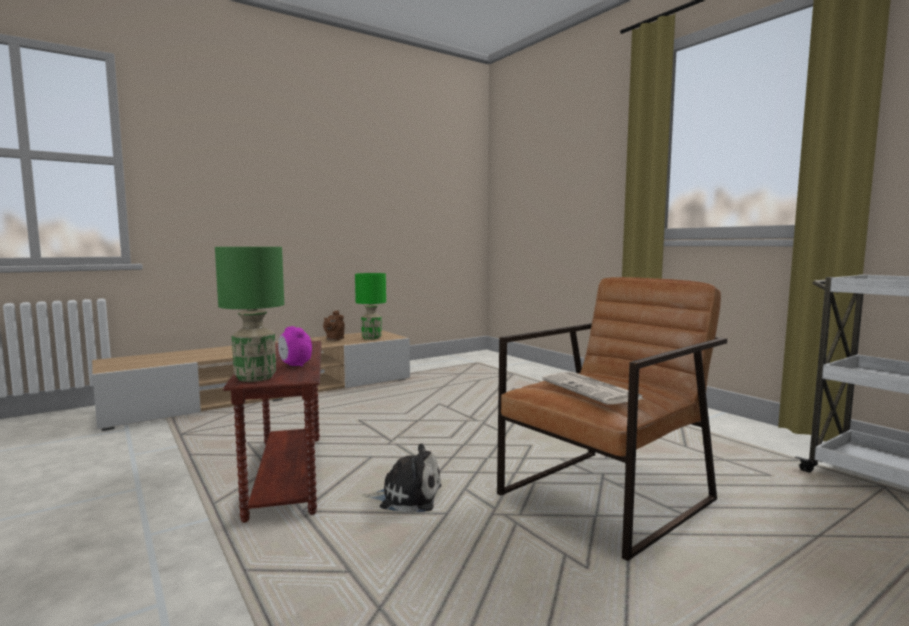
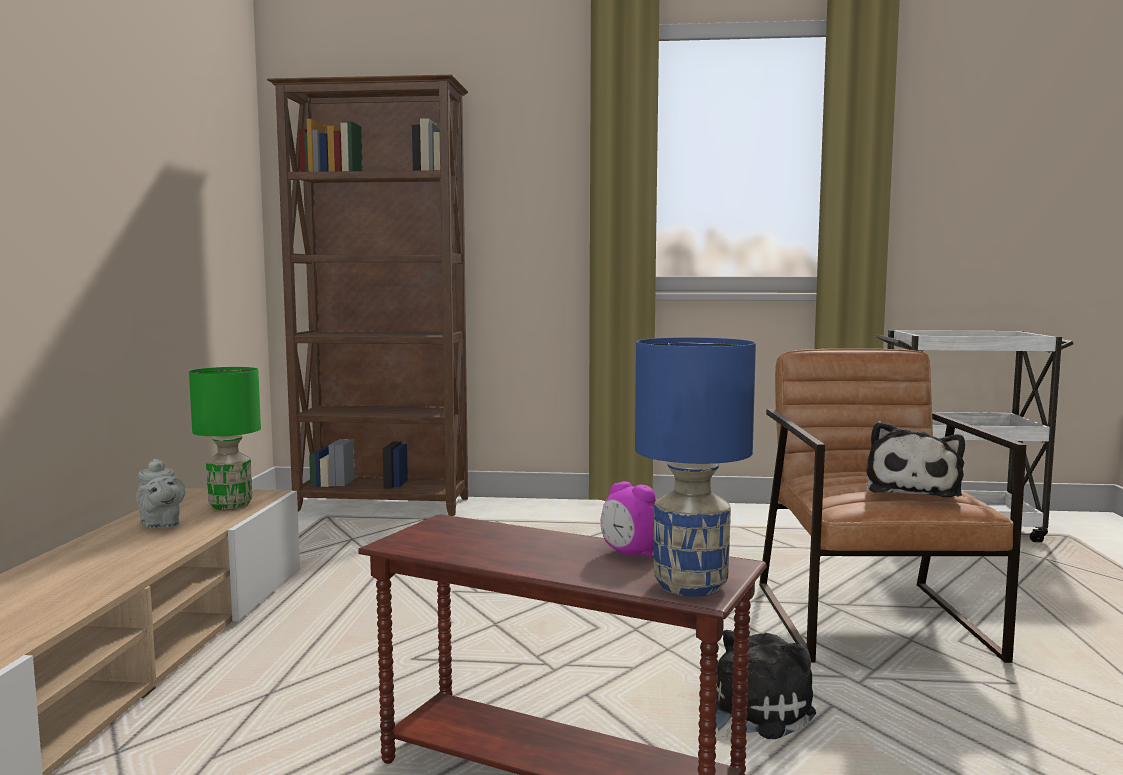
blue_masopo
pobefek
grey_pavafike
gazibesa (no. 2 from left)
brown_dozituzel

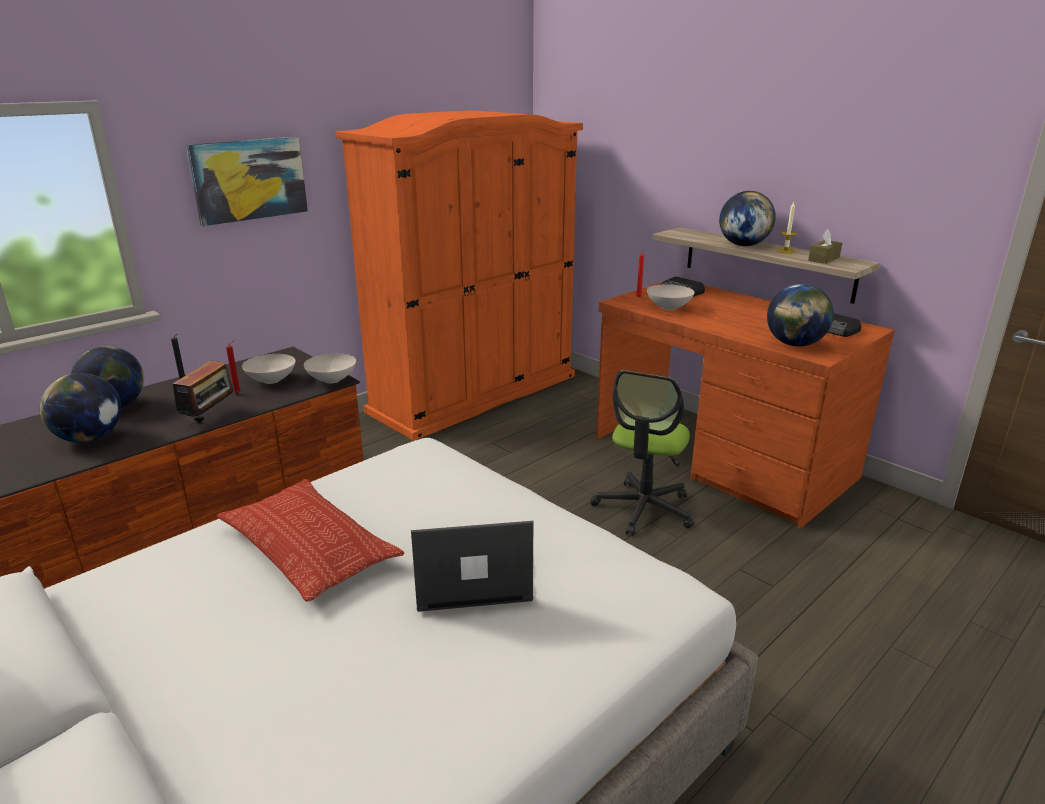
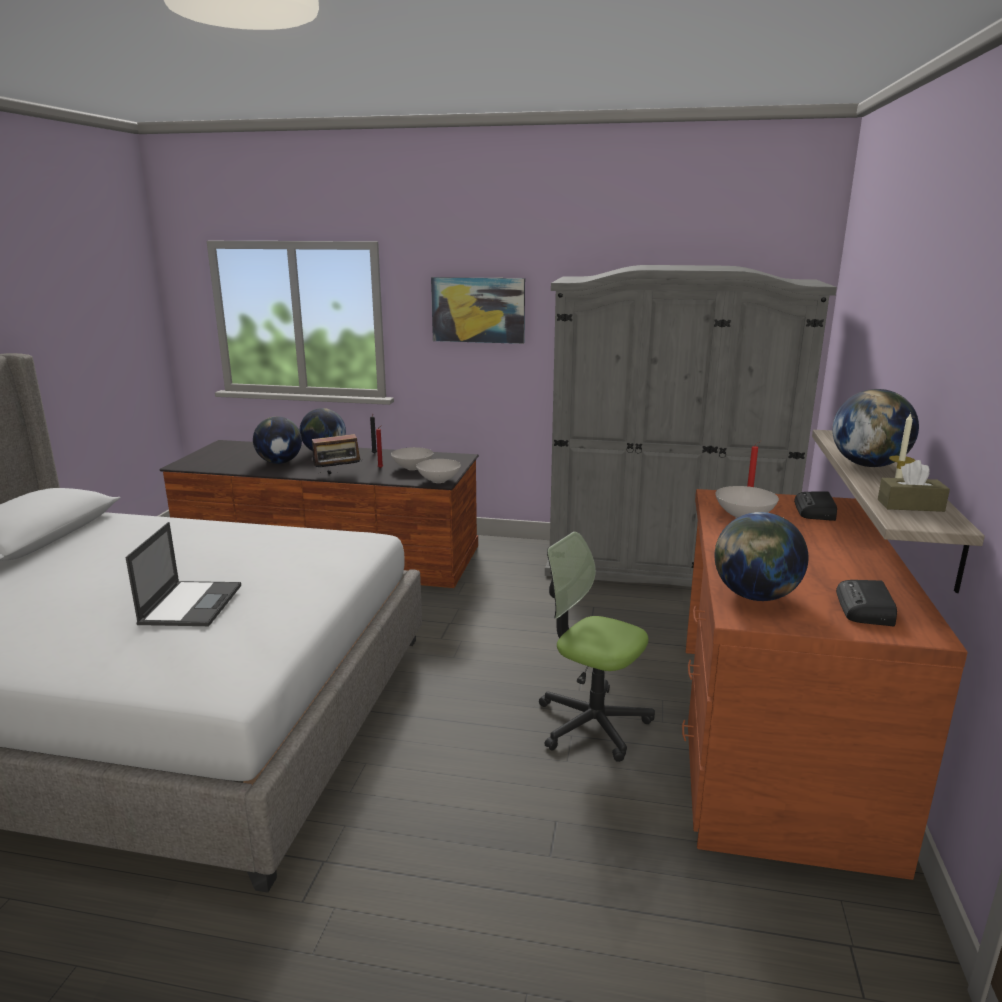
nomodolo
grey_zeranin
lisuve
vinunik

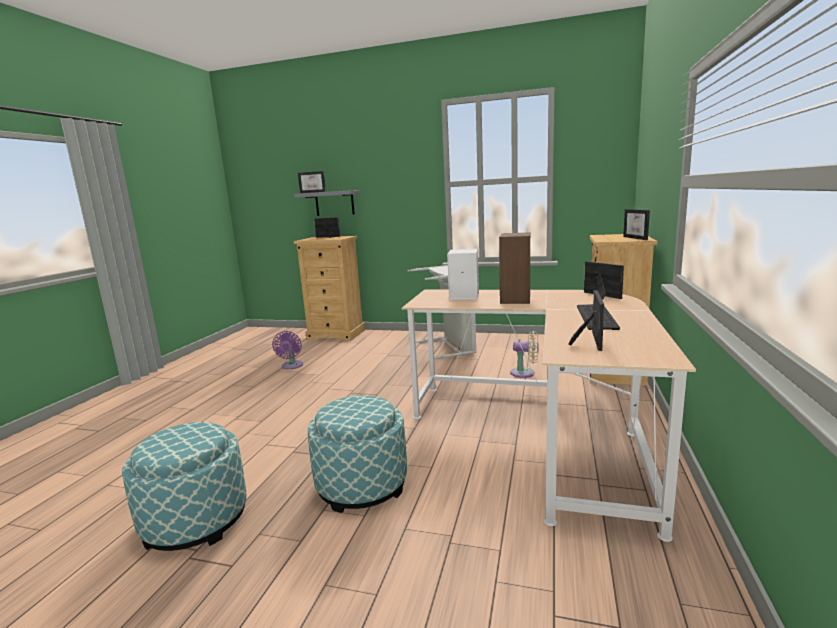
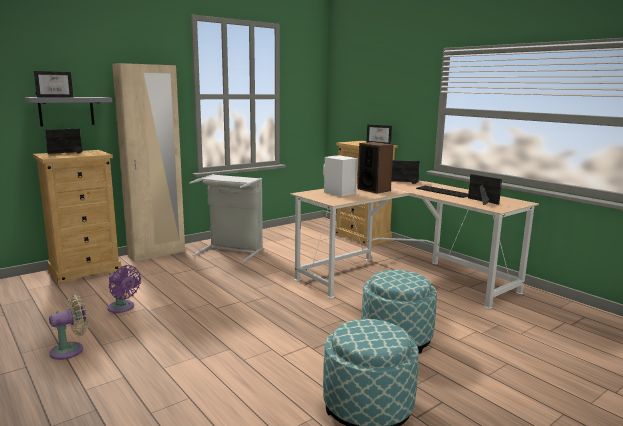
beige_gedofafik
beige_zeranin

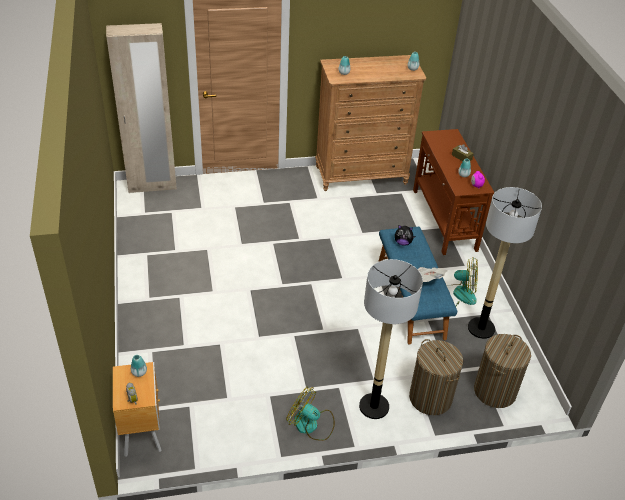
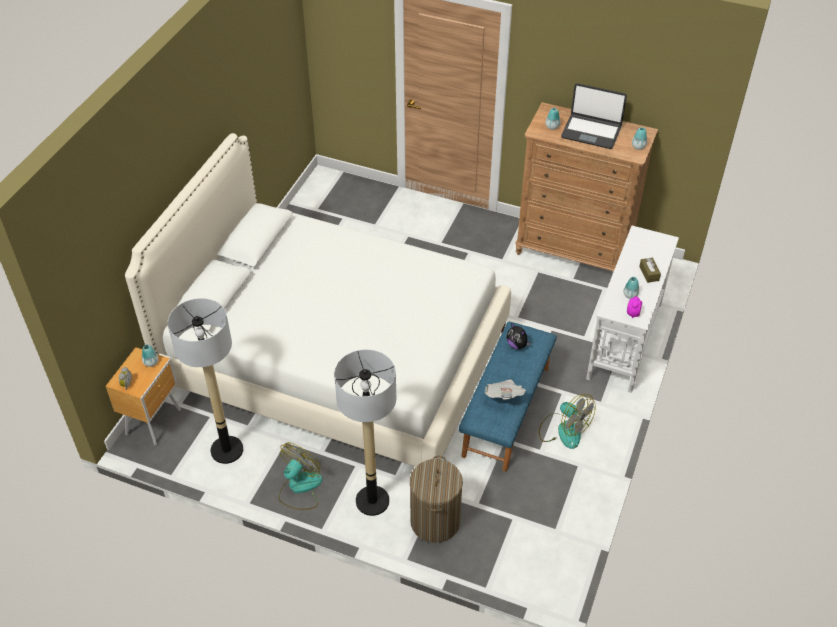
beige_zeranin
gedofafik (no. 1 from left)
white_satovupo
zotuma (no. 1 from left)
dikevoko (no. 2 from left in the first image)
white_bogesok
lisuve

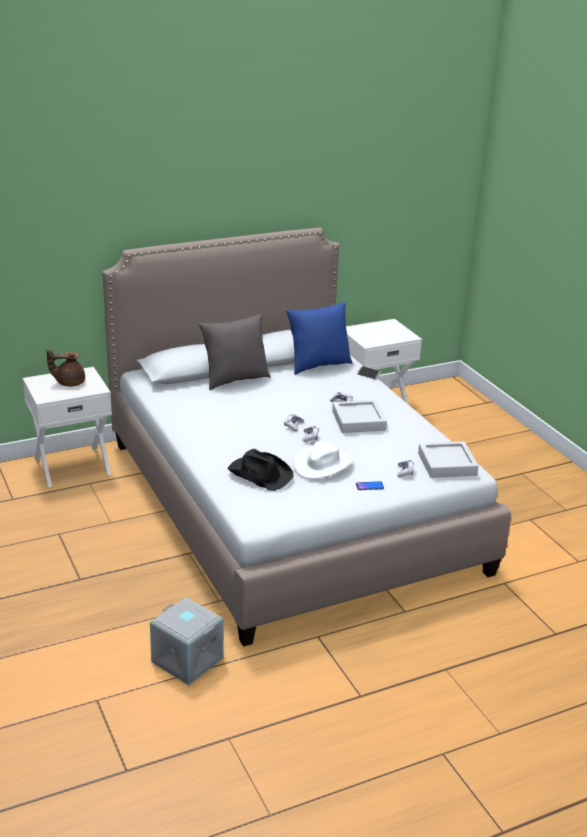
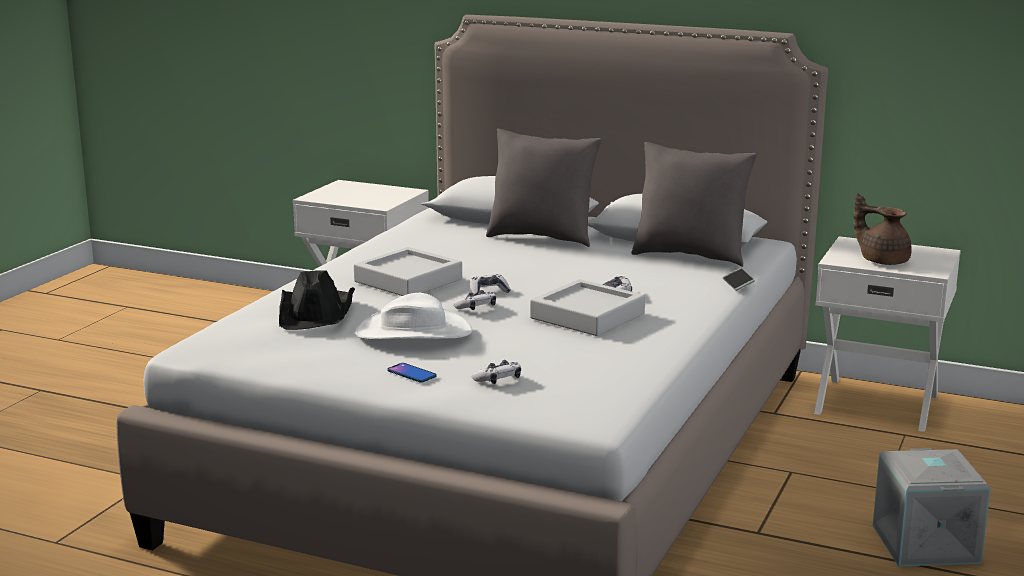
brown_pavafike
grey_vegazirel
grey_nomodolo (no. 2 from left)
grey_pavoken (no. 1 from left)

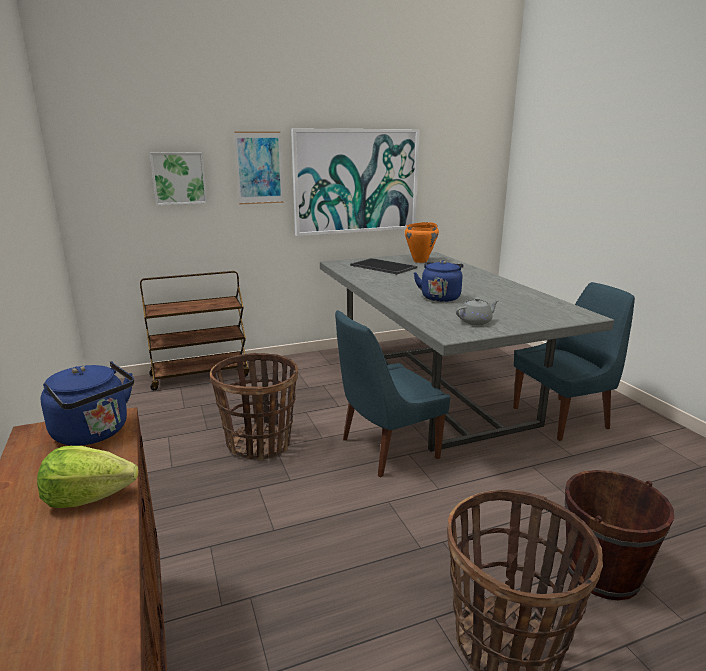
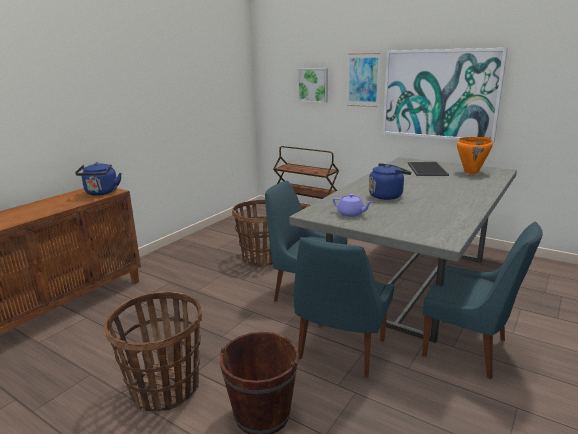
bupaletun
purple_pavafike
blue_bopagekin (no. 2 from left)

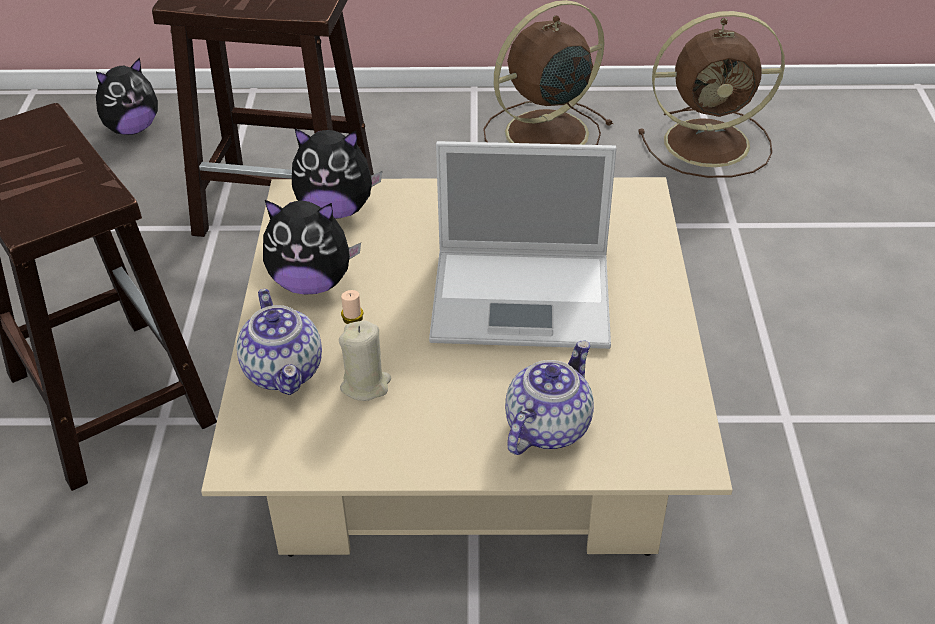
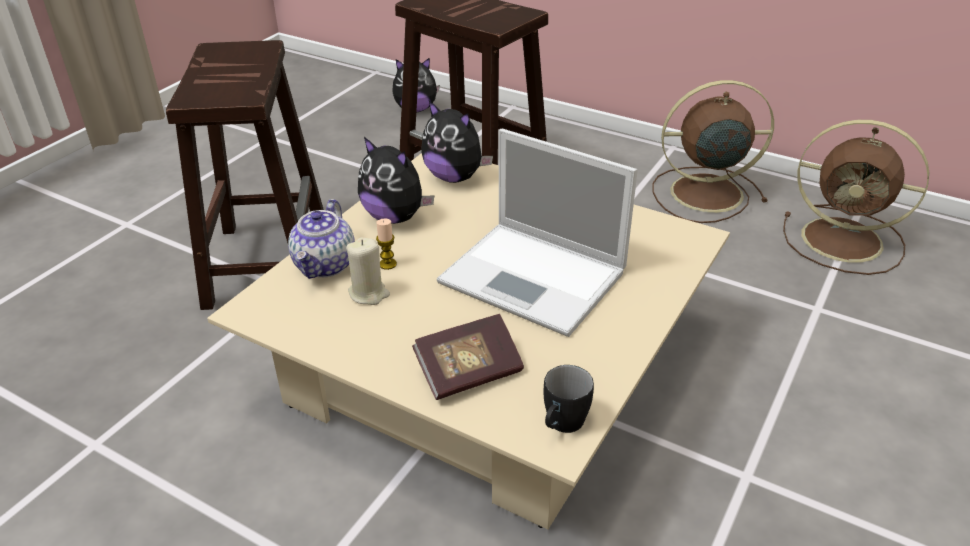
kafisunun
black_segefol

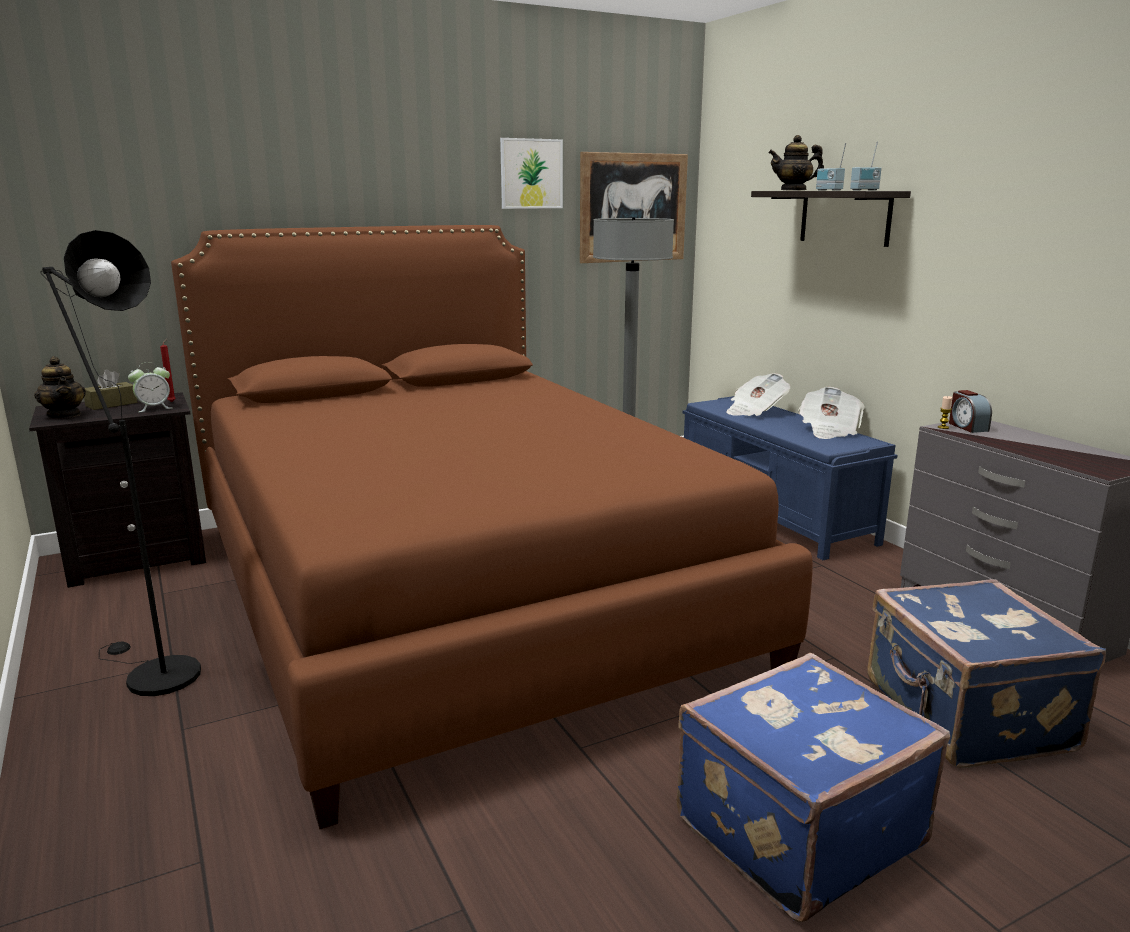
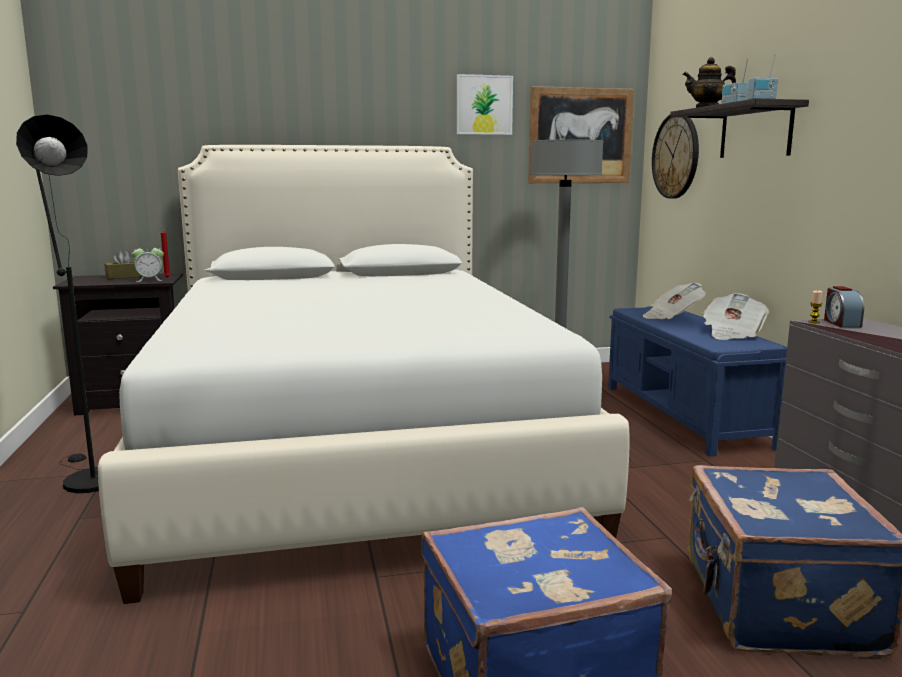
pavafike (no. 1 from left in the first image)
white_bogesok
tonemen

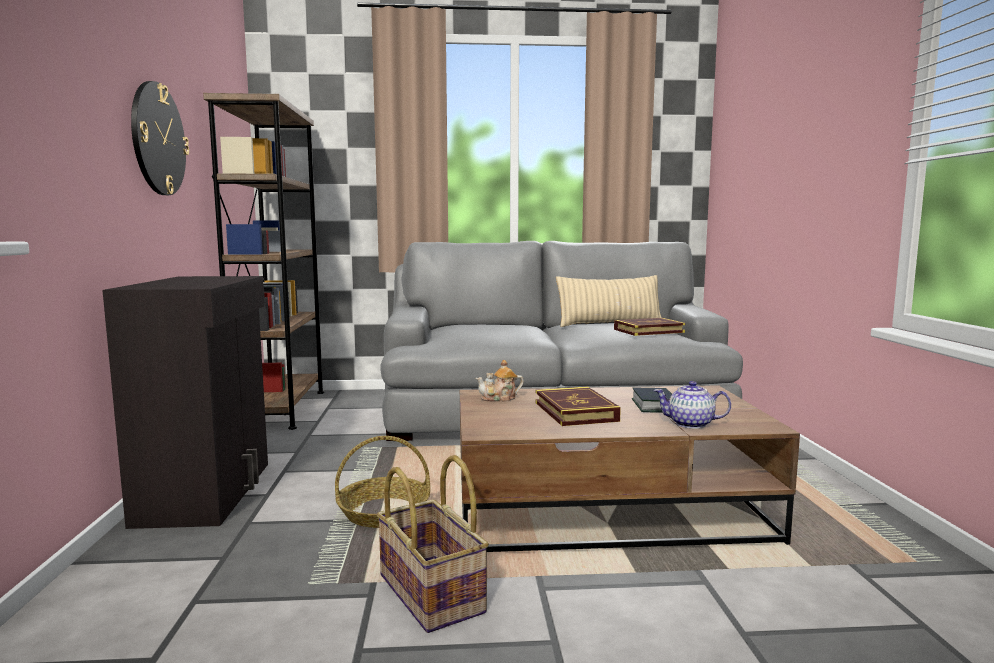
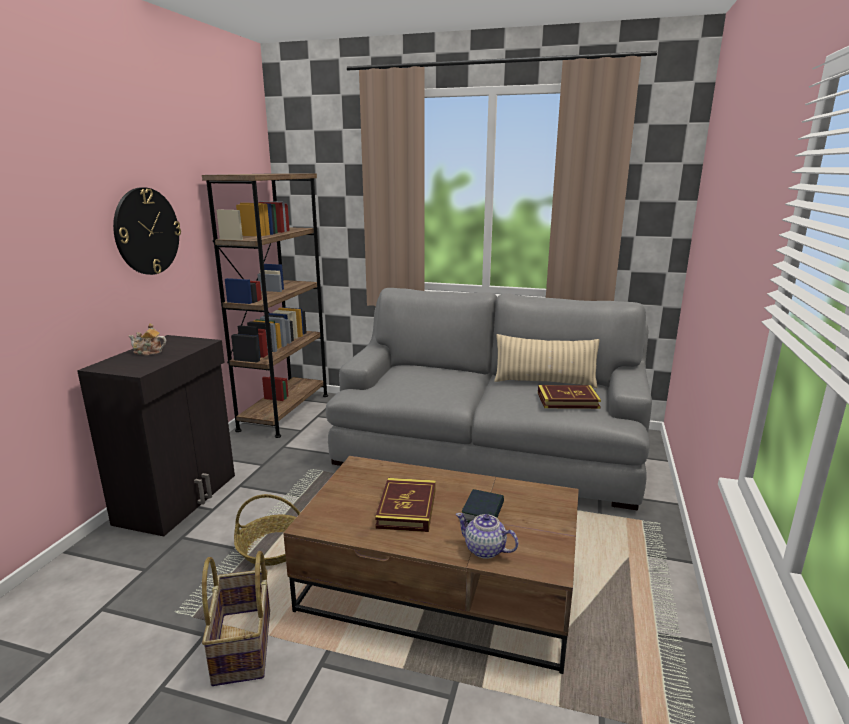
pavafike (no. 1 from left)

